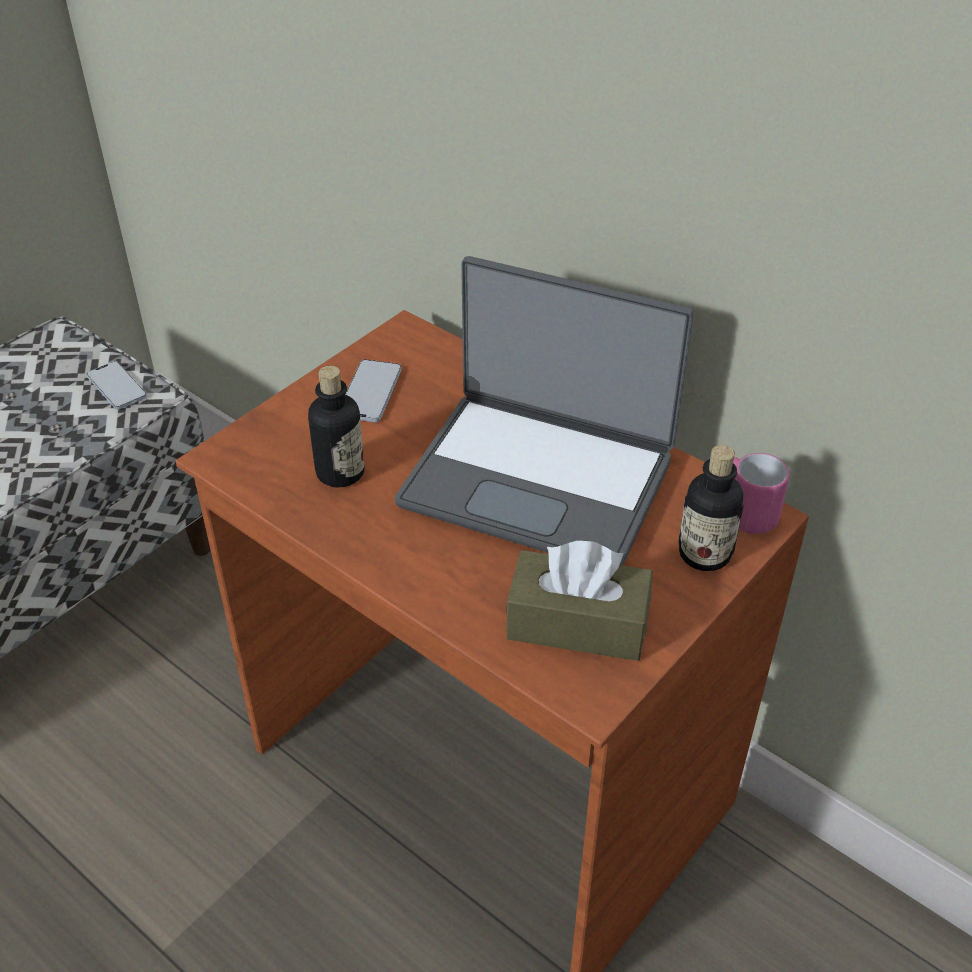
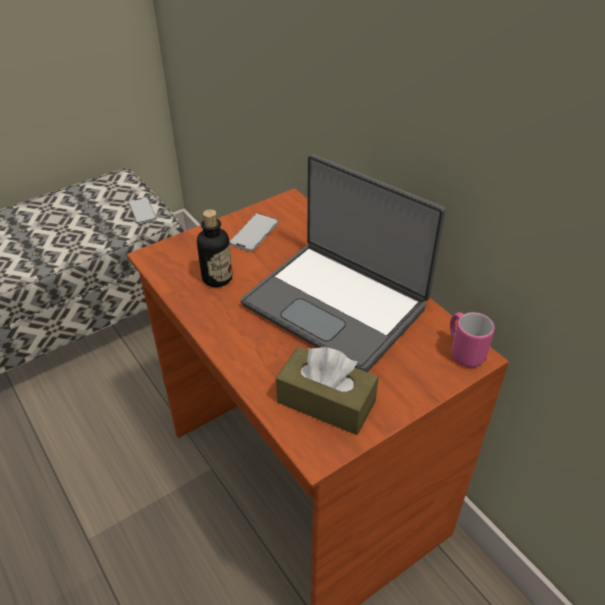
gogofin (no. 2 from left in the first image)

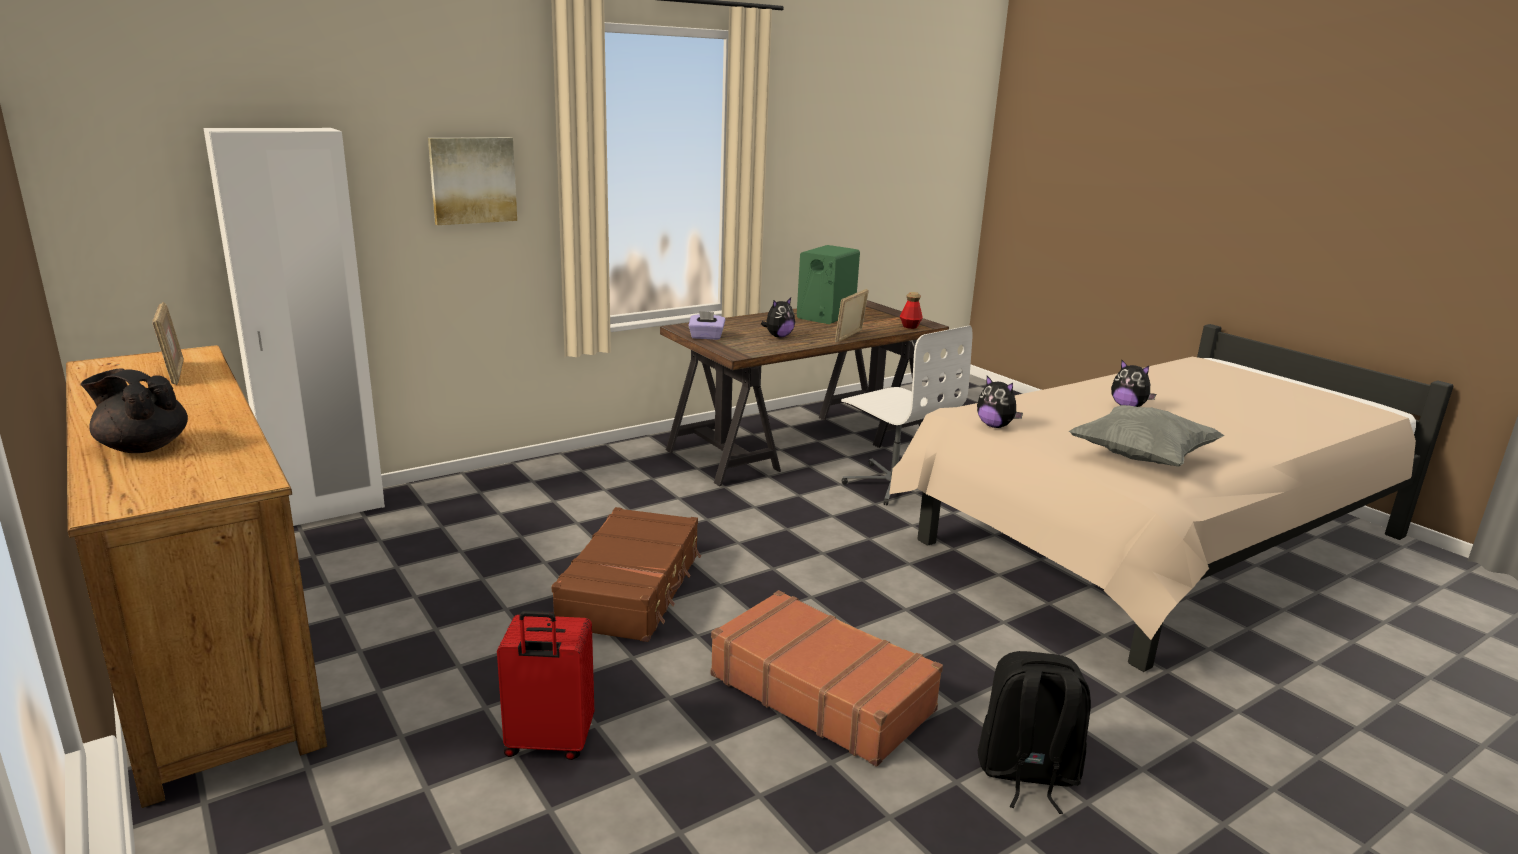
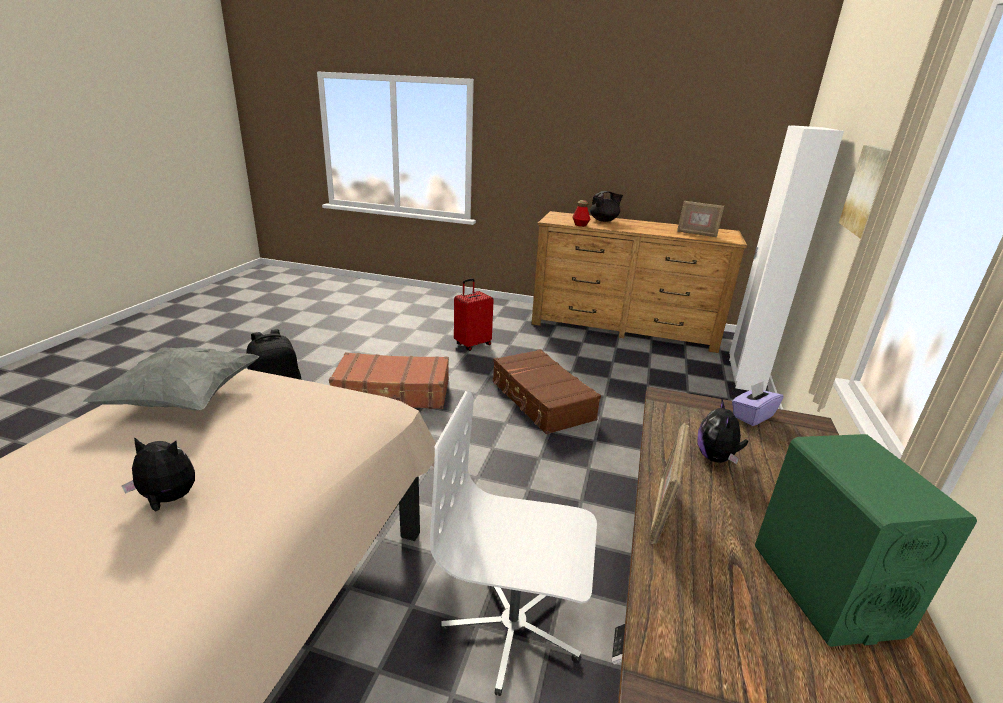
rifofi (no. 1 from left)
gogofin
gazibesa (no. 2 from left in the first image)

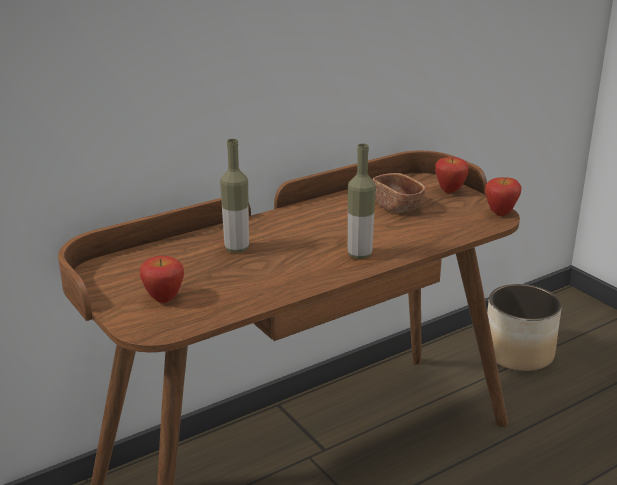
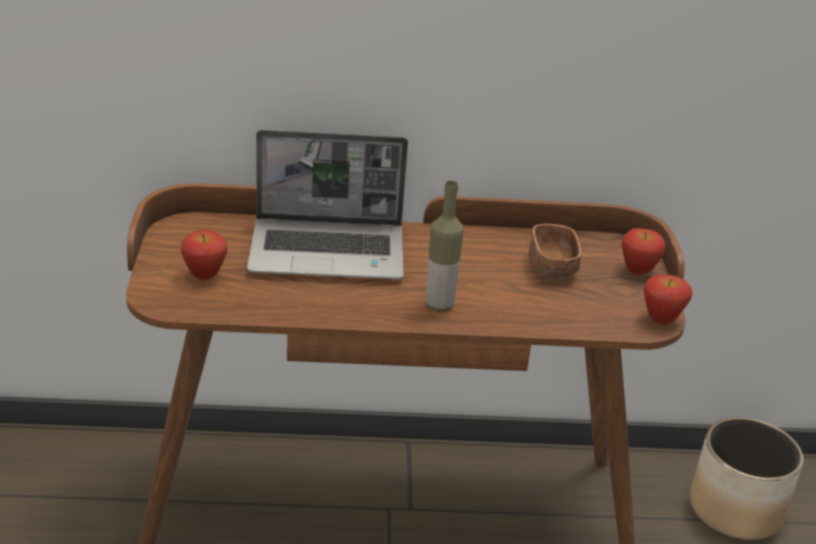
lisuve

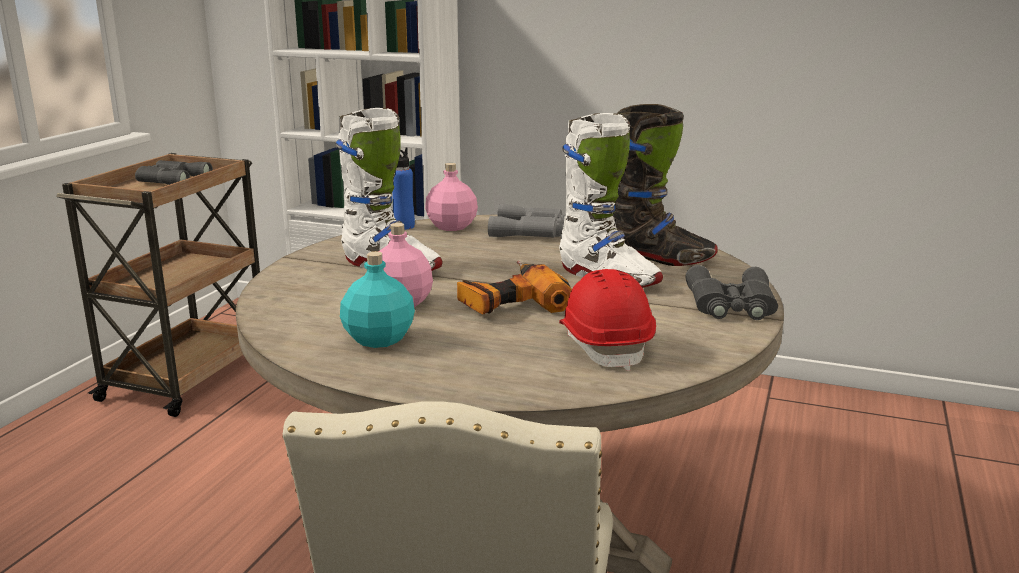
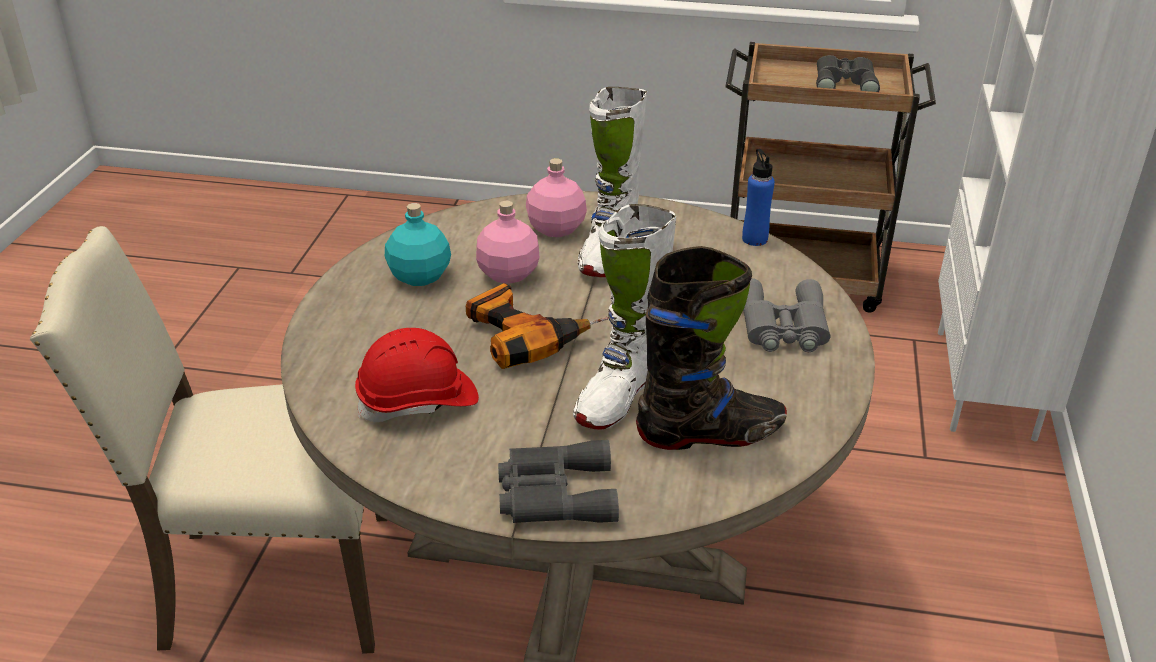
pink_gogofin (no. 2 from left)
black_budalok

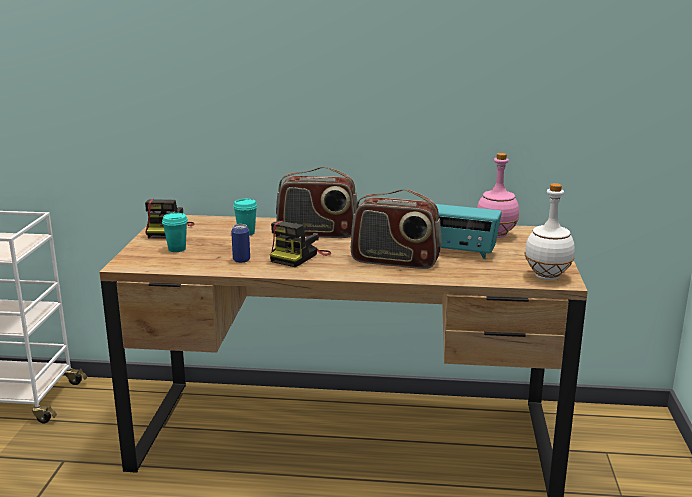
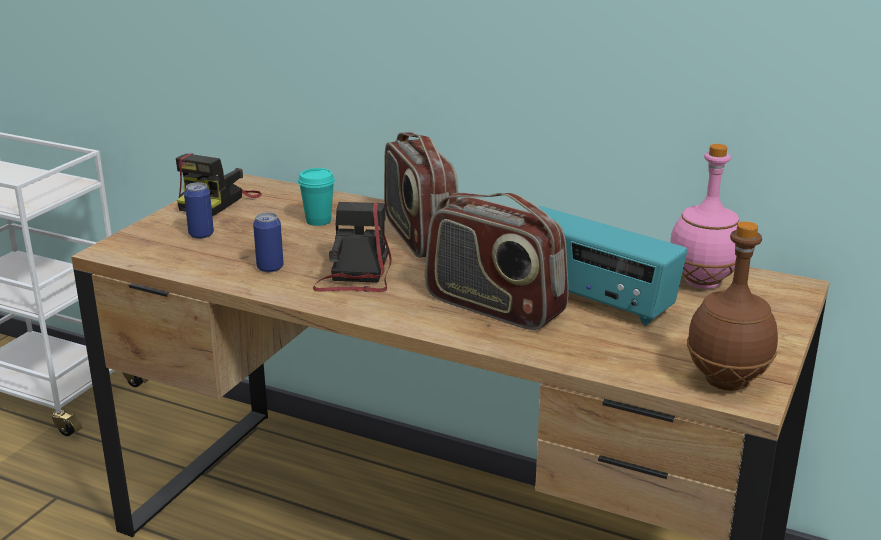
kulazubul (no. 1 from left)
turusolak (no. 2 from left)
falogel (no. 1 from left)
brown_gogofin

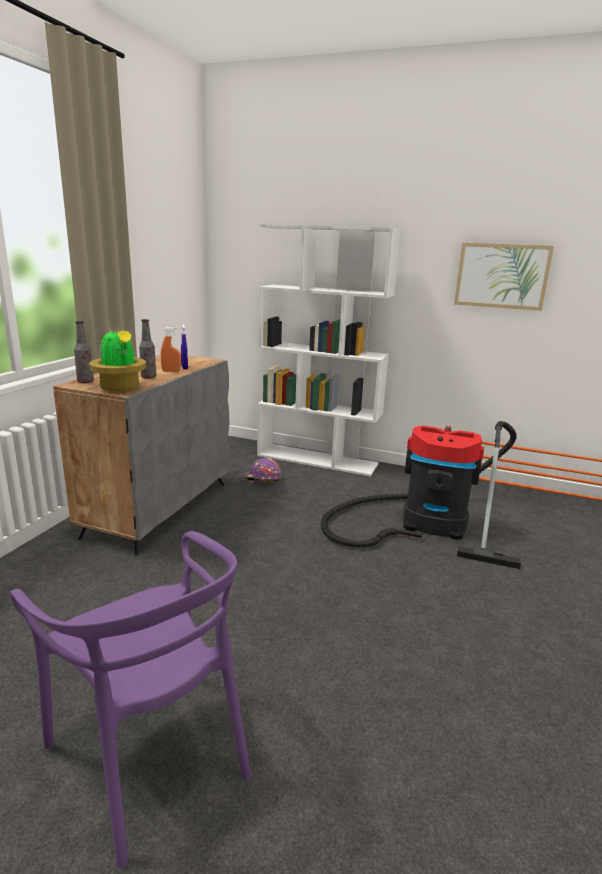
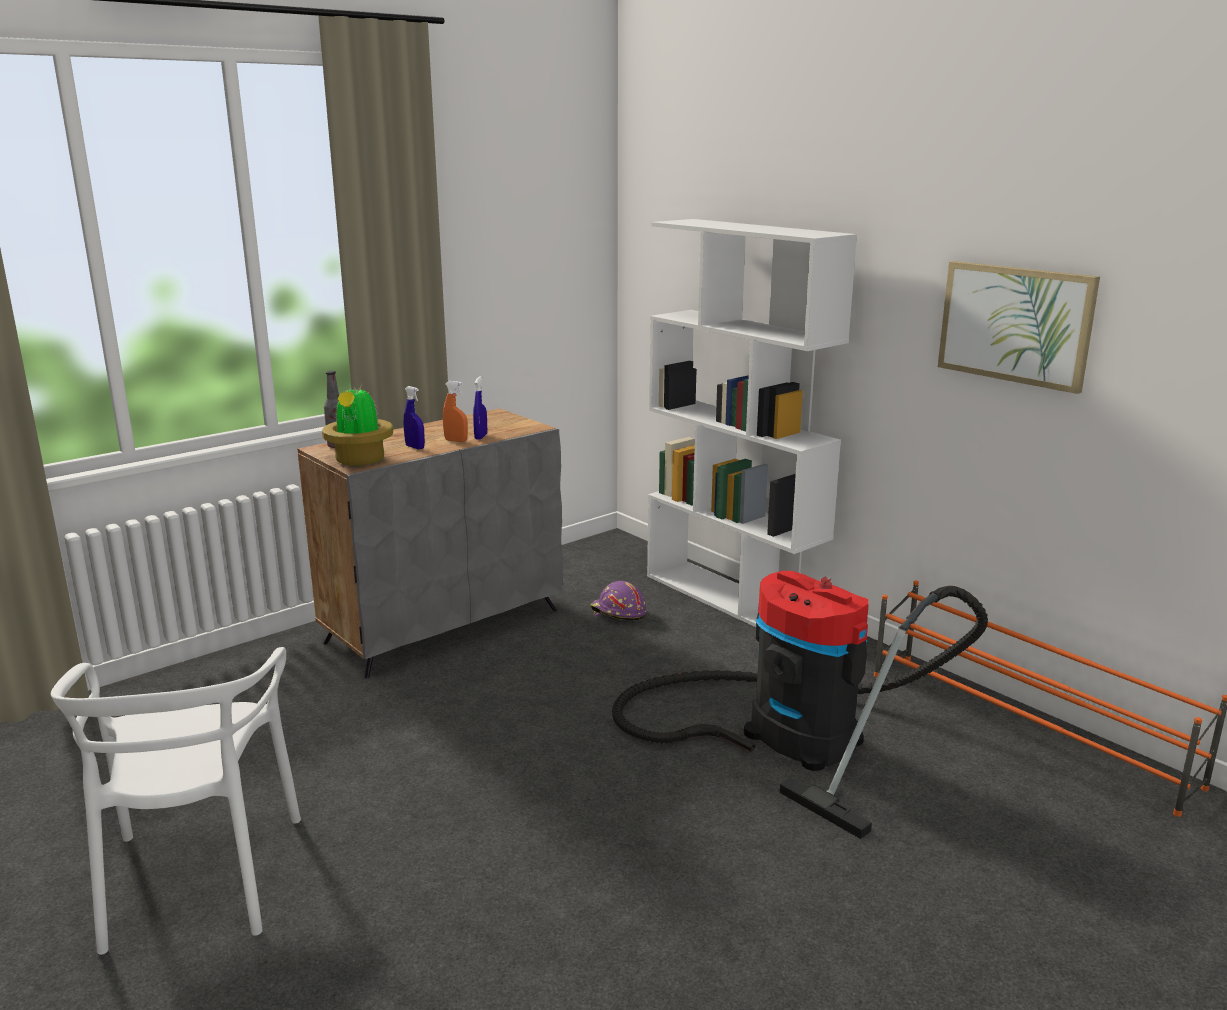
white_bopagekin
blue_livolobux (no. 1 from left)

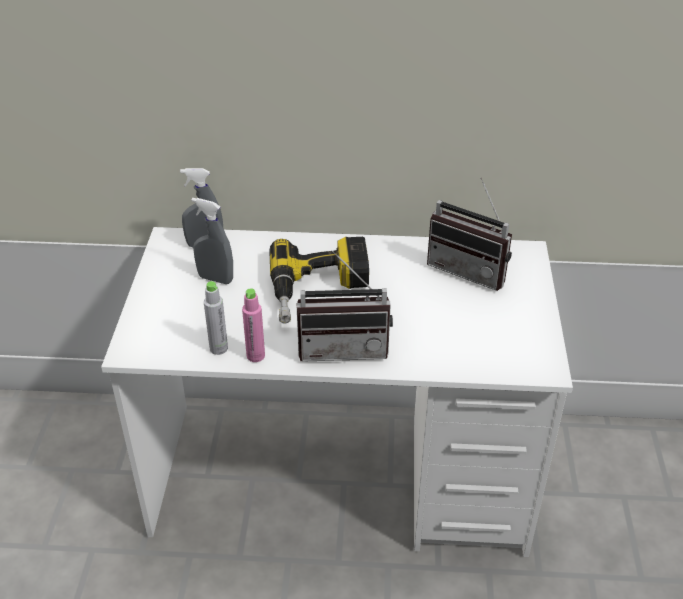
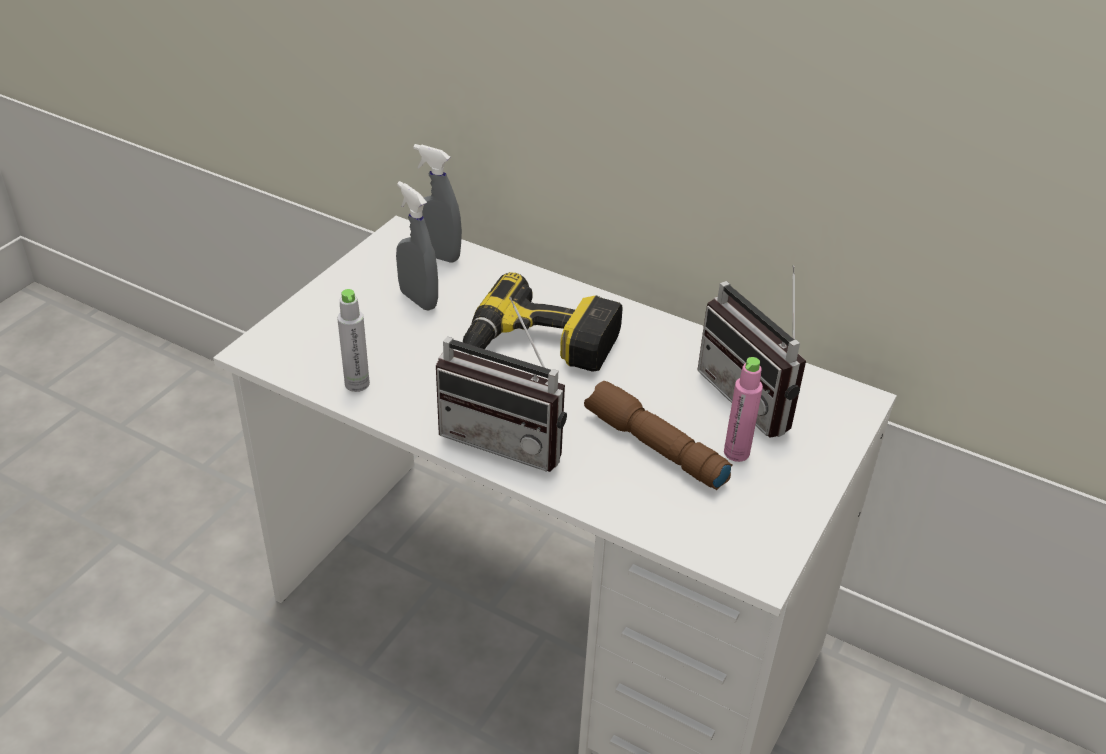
pink_gogofin
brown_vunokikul

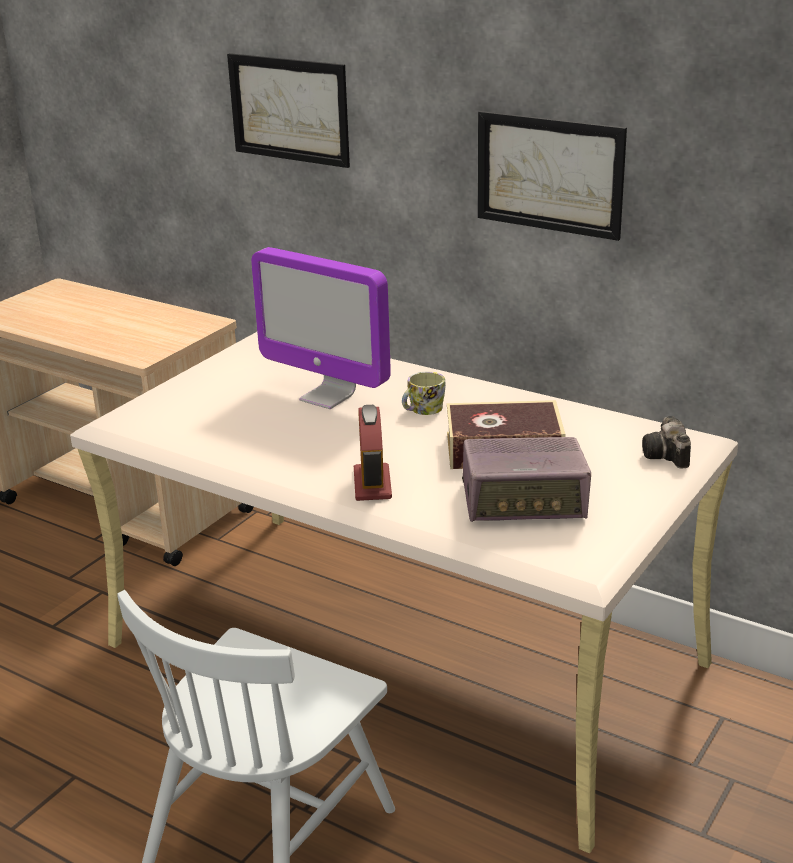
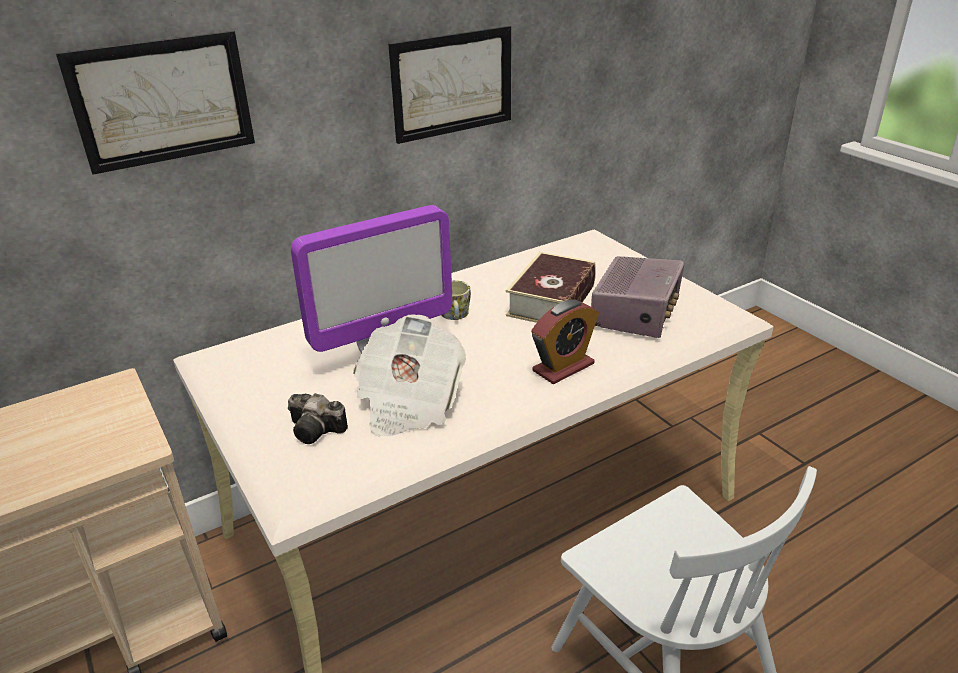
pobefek
turusolak
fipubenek

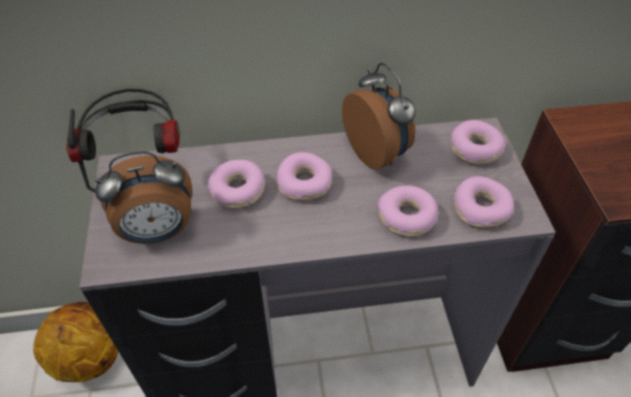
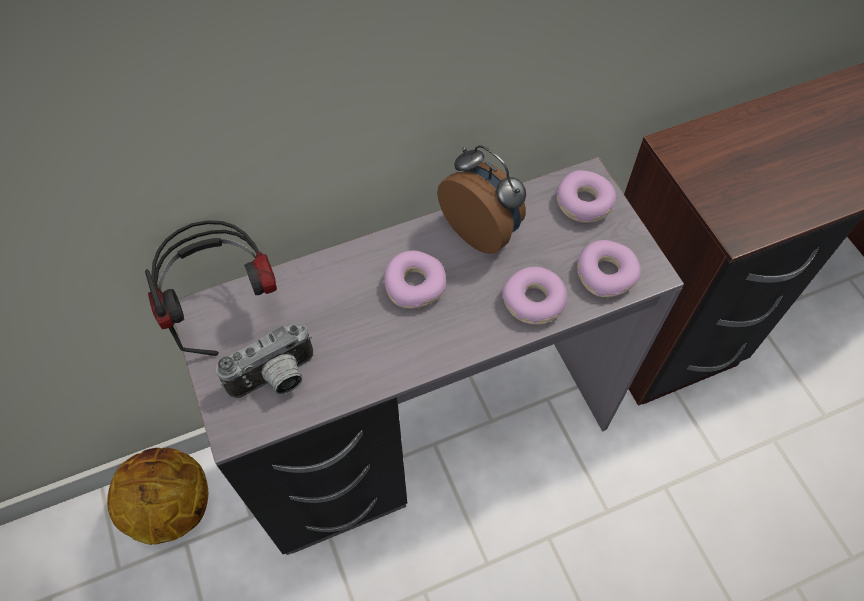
turusolak
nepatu (no. 1 from left in the first image)

